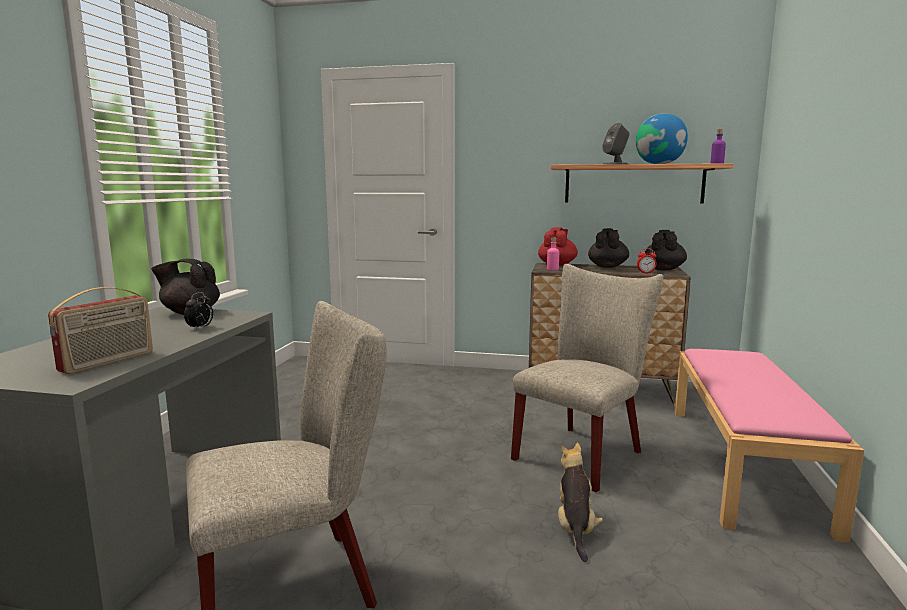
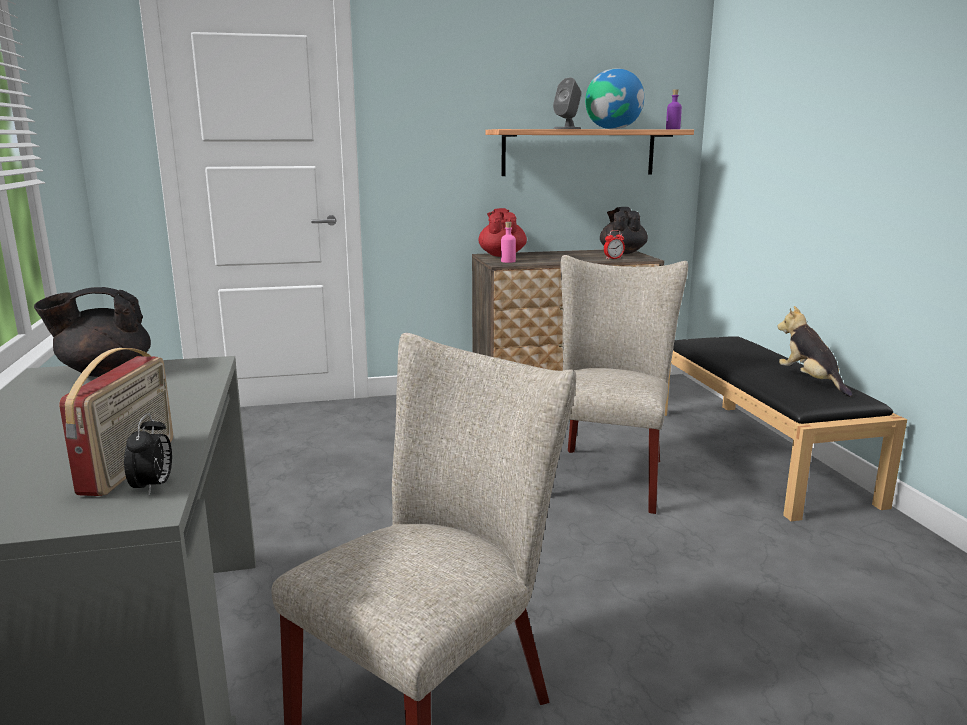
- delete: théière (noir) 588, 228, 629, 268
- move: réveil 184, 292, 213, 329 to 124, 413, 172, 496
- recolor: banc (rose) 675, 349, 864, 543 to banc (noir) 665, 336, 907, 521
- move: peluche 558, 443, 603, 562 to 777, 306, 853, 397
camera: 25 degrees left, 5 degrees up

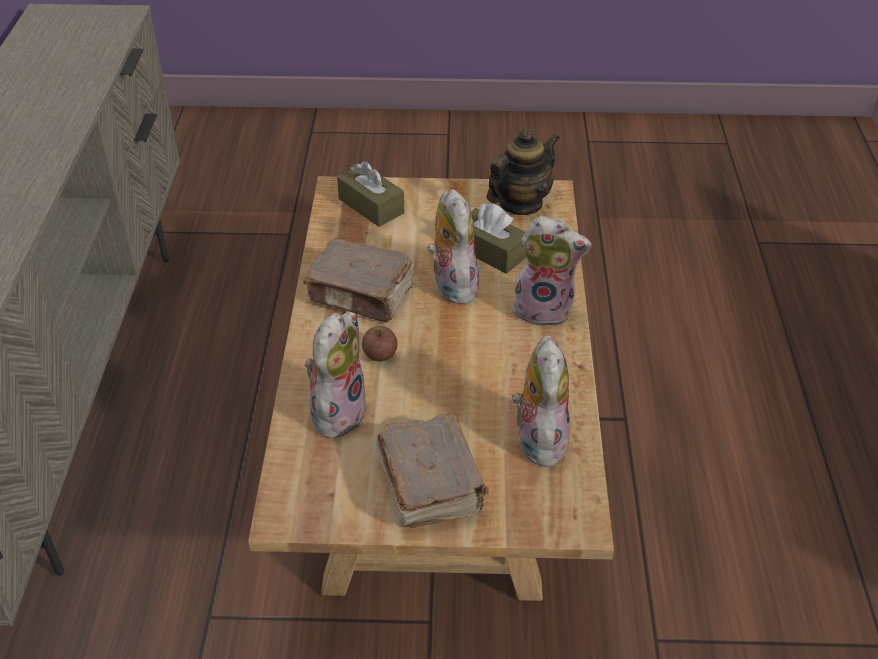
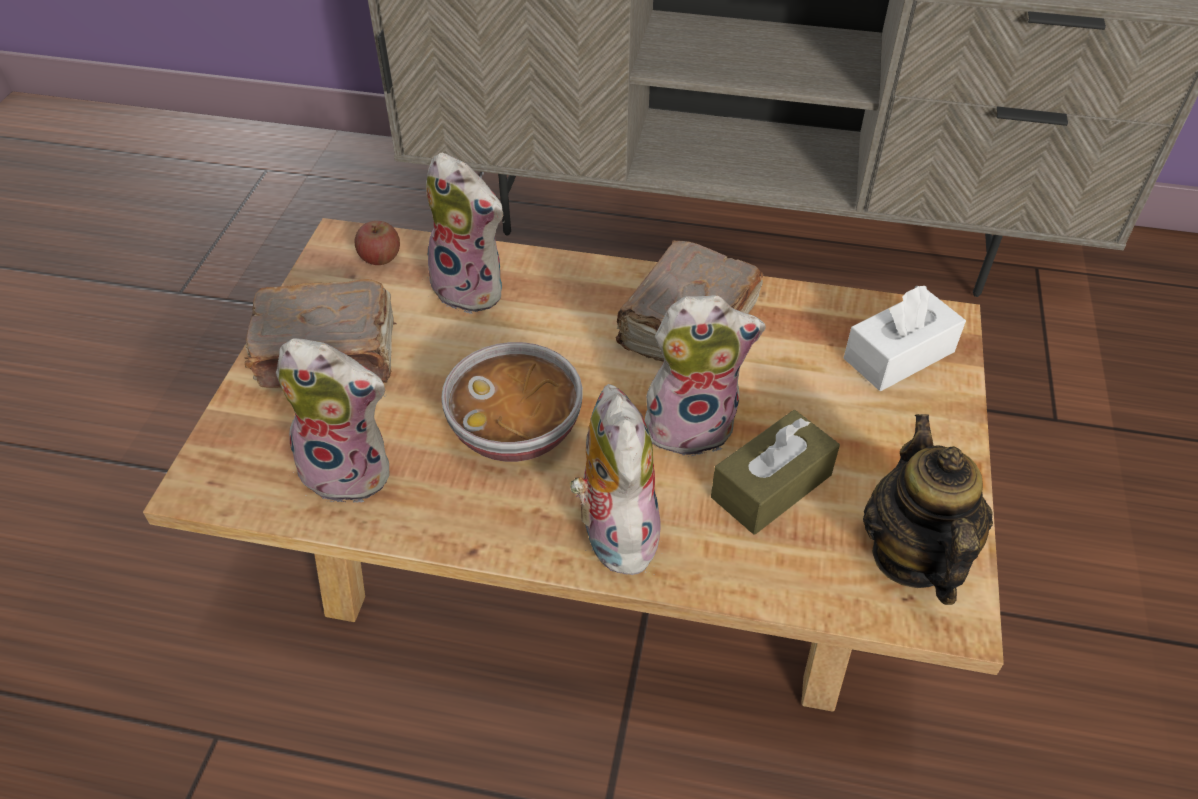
- rotate: théière 487, 129, 560, 215 = 863, 414, 993, 605 150 degrees counterclockwise
- recolor: boîte à mouchoirs (marron) 337, 161, 404, 227 to boîte à mouchoirs (blanc) 844, 286, 966, 391
- rotate: peluche 512, 216, 592, 327 = 569, 384, 662, 575 150 degrees clockwise
- move: pomme 362, 326, 398, 362 to 355, 221, 400, 265
- insert: bol 441, 342, 583, 462
camera: 100 degrees right, 5 degrees up

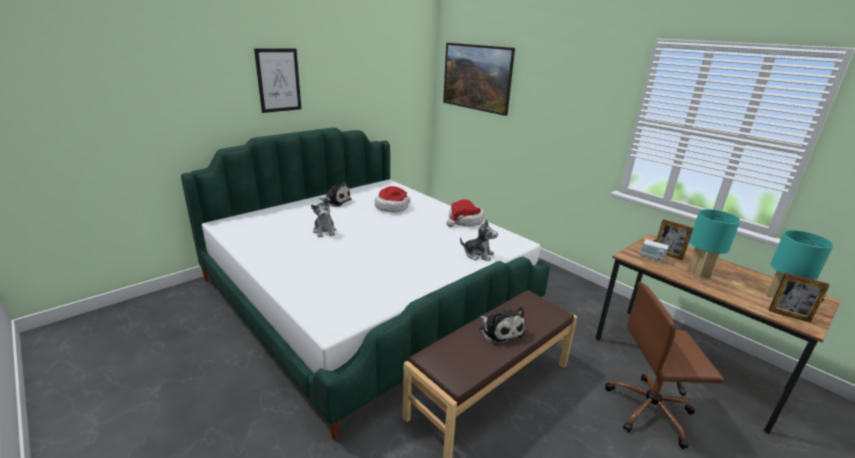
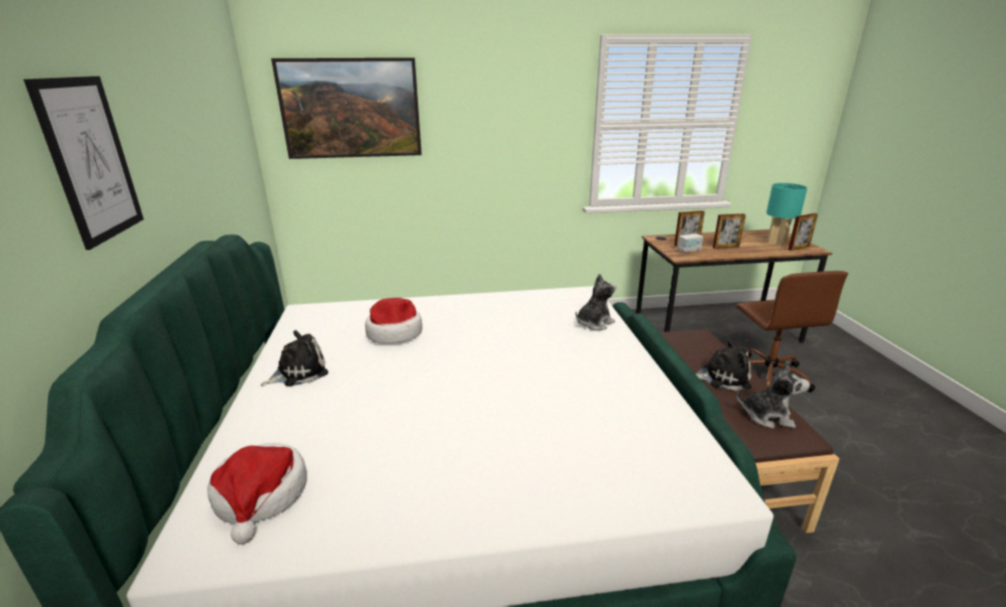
- move: peluche 311, 199, 336, 237 to 736, 361, 810, 429
- move: chapeau 447, 199, 484, 227 to 207, 443, 307, 544
- replace: lampe de table (turquoise) 687, 209, 740, 279 to cadre photo 713, 214, 746, 249
- rotate: chaise de bureau (marron) 605, 282, 724, 449 = 736, 271, 848, 392 45 degrees counterclockwise
camera: 55 degrees left, 0 degrees up

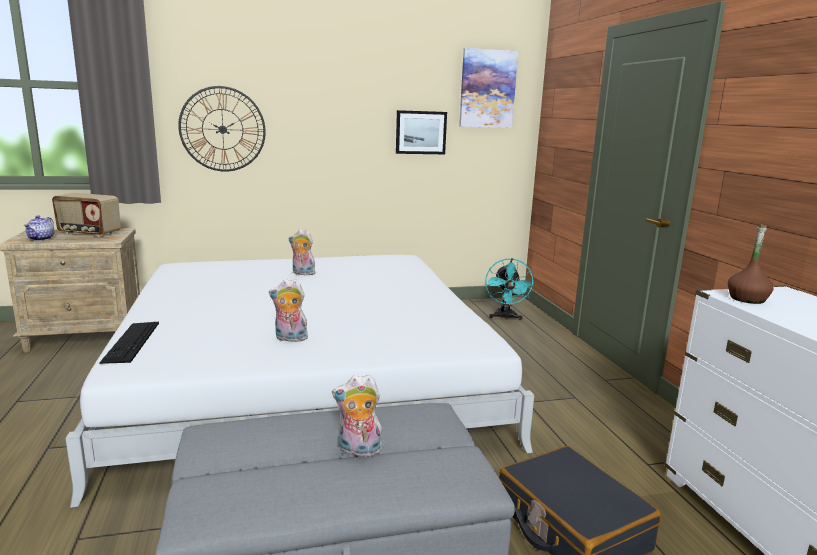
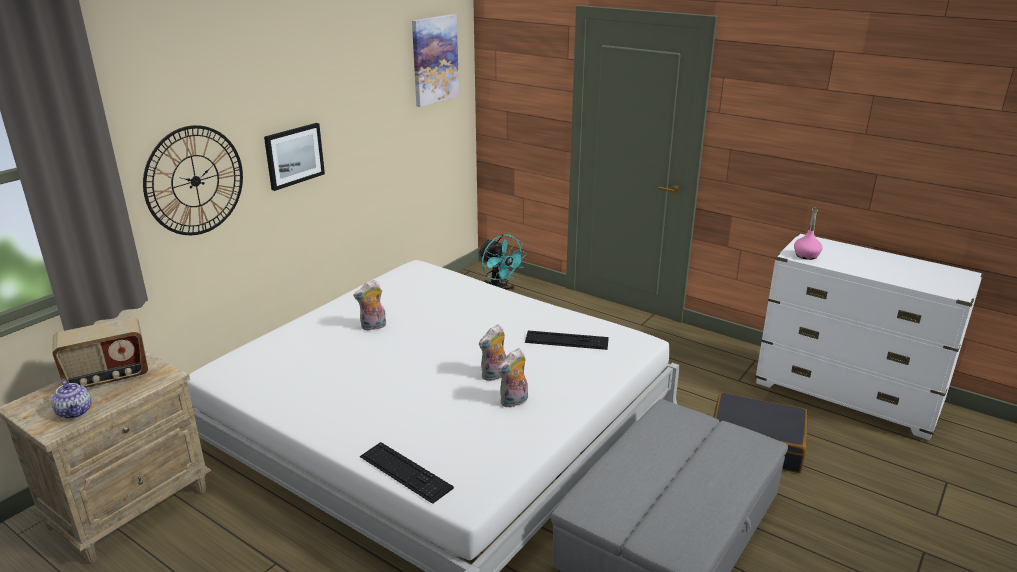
- move: tableau 396, 110, 447, 154 to 264, 123, 325, 191
- recolor: bouteille (marron) 728, 224, 774, 304 to bouteille (rose) 794, 207, 822, 260
- move: peluche 332, 375, 382, 457 to 479, 324, 507, 381
- insert: clavier 525, 331, 609, 350
camera: 40 degrees left, 10 degrees up

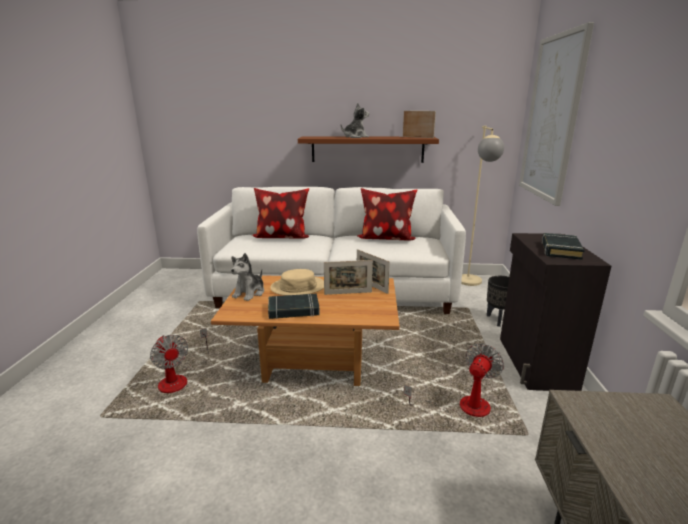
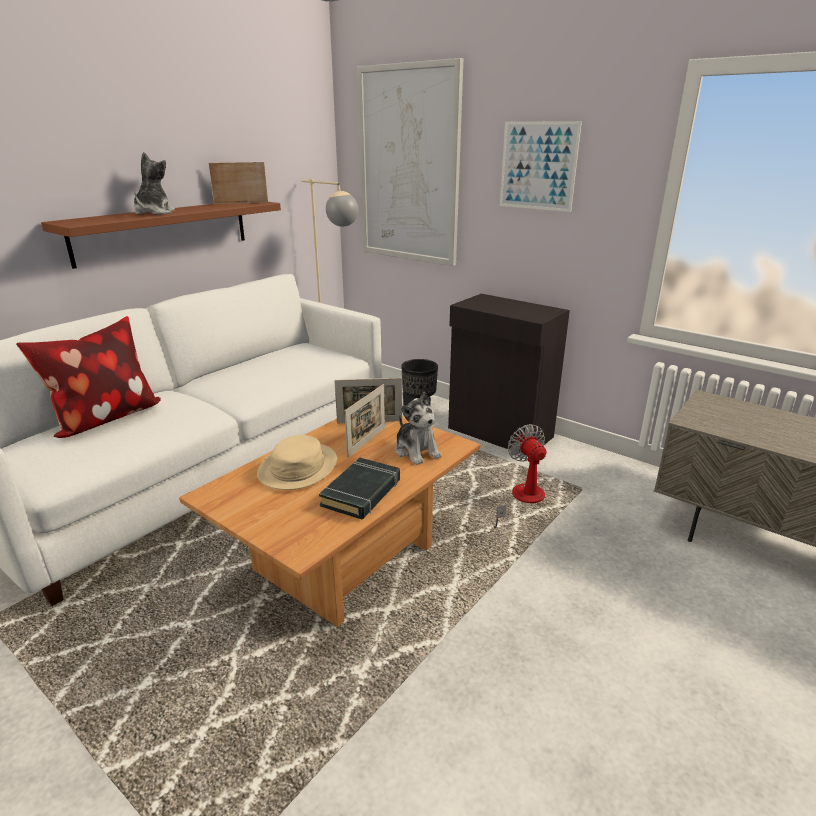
- delete: coussin 358, 188, 417, 240
- delete: livre (noir) 542, 233, 585, 260
- move: peluche 231, 253, 264, 301 to 395, 392, 442, 465
- delete: ventilateur 150, 328, 209, 393
- insert: tableau 500, 121, 582, 212
camera: 55 degrees left, 5 degrees up

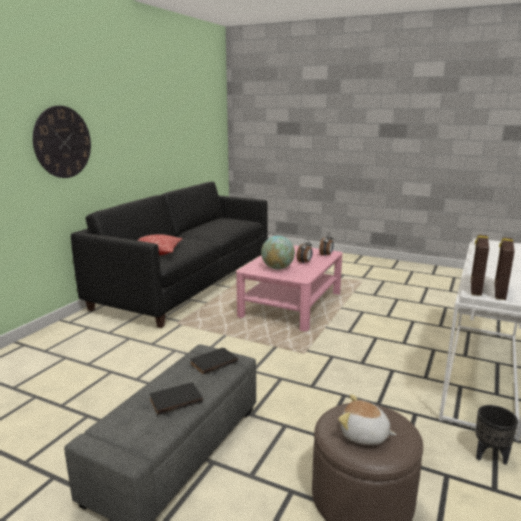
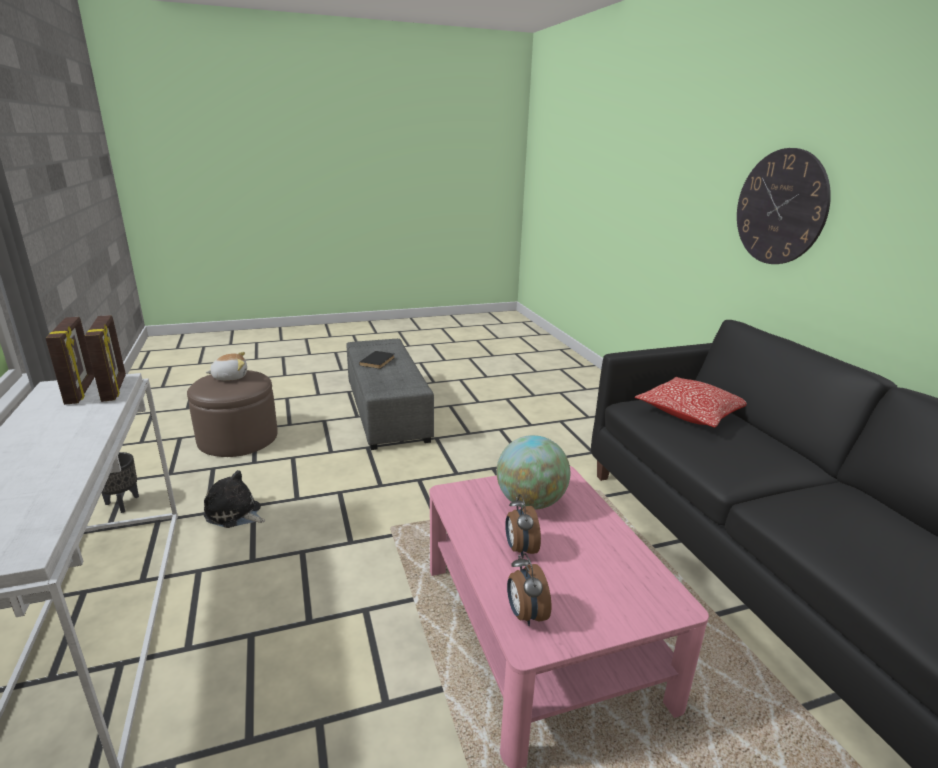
- delete: livre (noir) 190, 348, 238, 375
- insert: peluche 204, 470, 265, 528
camera: 135 degrees right, 5 degrees up

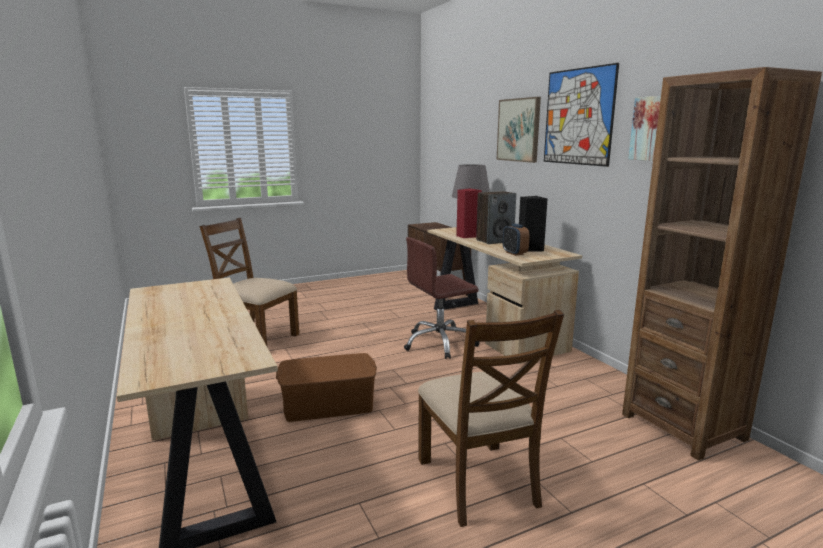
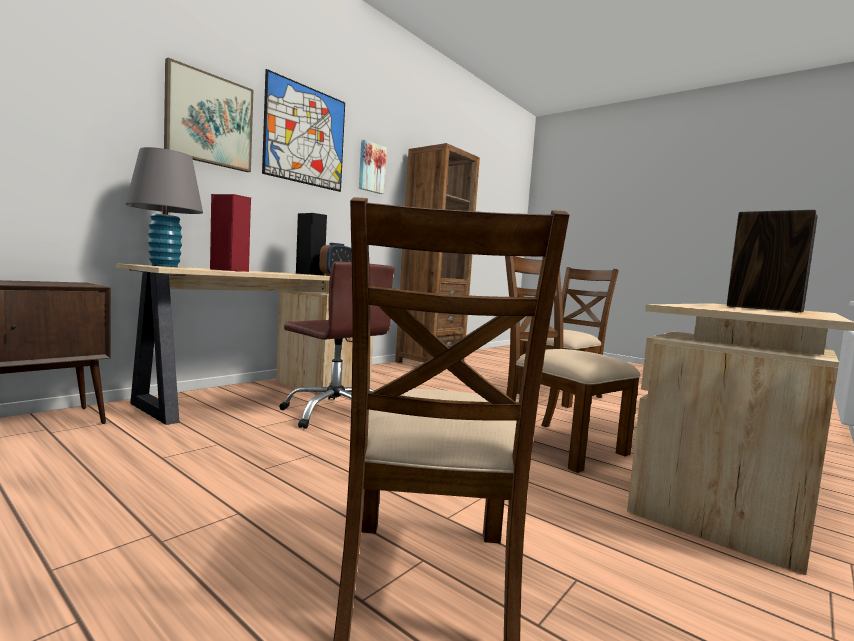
- move: enceinte 476, 191, 516, 244 to 727, 210, 817, 313
- replace: boîte de rangement (marron) 276, 353, 377, 422 to chaise (marron) 505, 256, 641, 473
camera: 115 degrees left, 10 degrees down

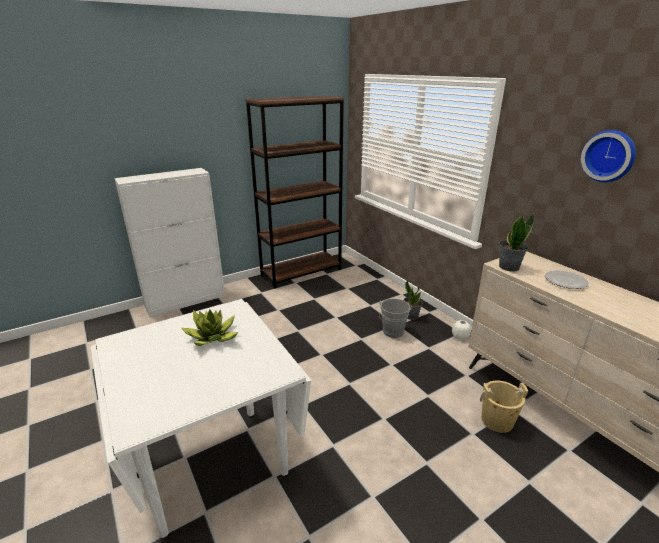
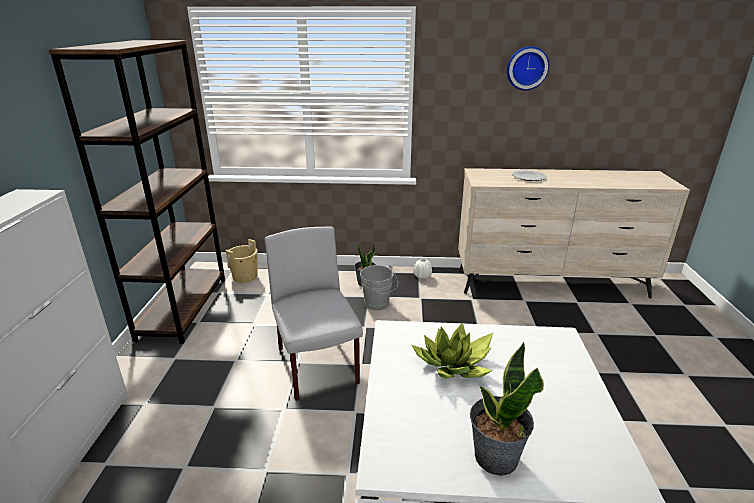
- move: plante en pot 499, 214, 534, 271 to 470, 341, 544, 476
- move: seau (beige) 480, 381, 528, 433 to 225, 239, 257, 283
- insert: chaise (gris) 265, 227, 363, 401
camera: 55 degrees left, 0 degrees up

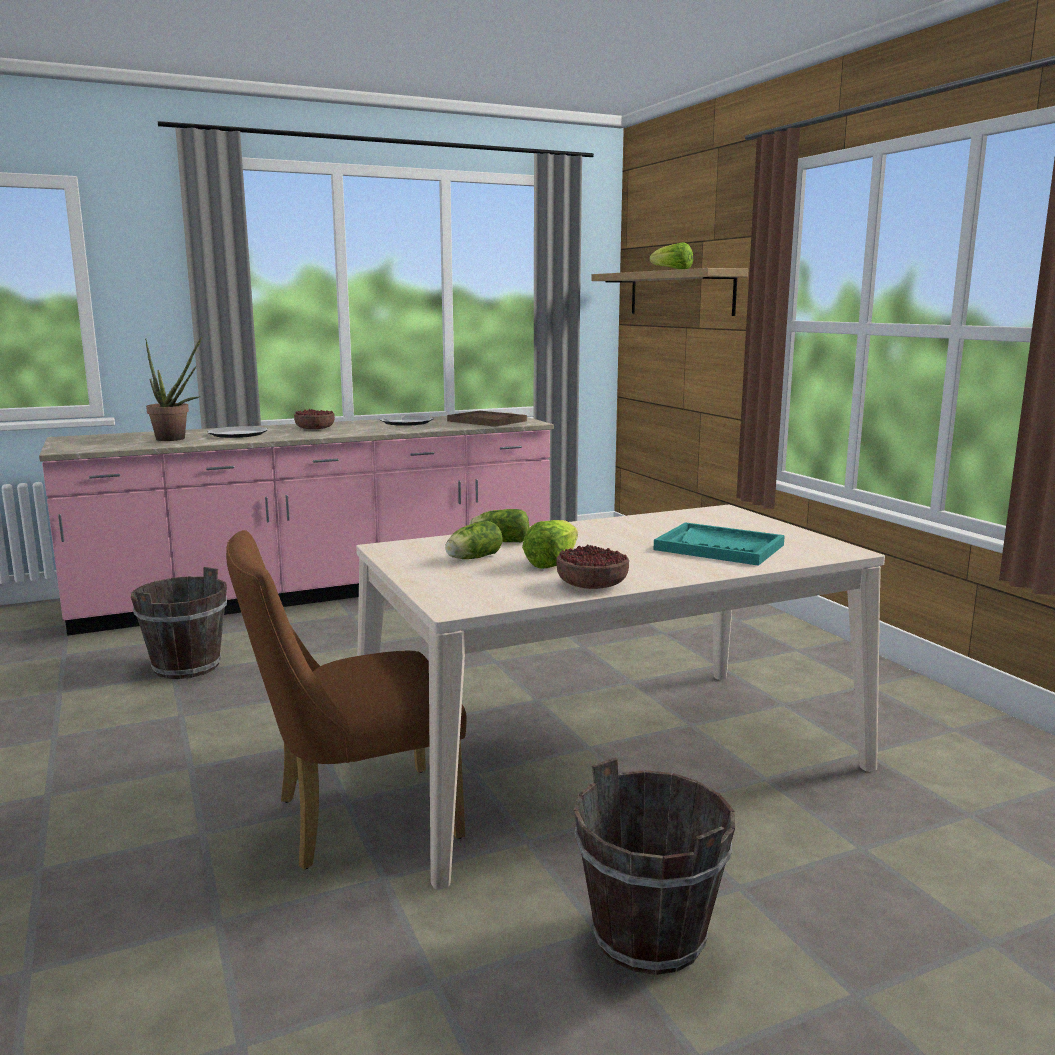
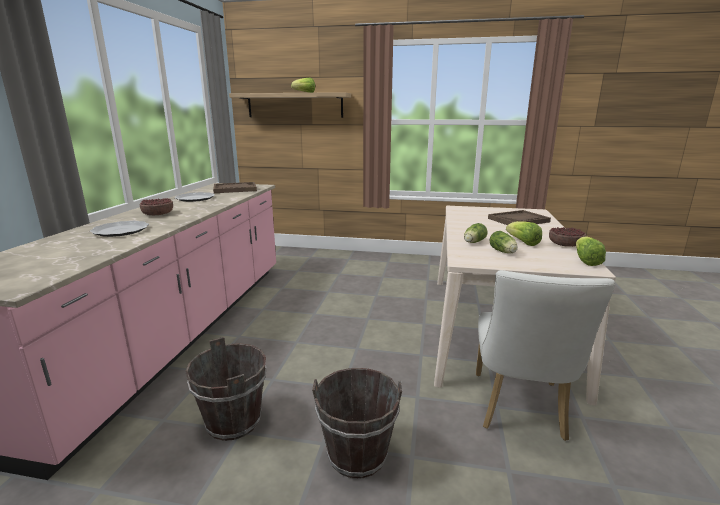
- delete: plante en pot 145, 337, 202, 441
- recolor: plateau (turquoise) 654, 522, 785, 566 to plateau (marron) 488, 210, 551, 225
- recolor: chaise (marron) 226, 530, 467, 869 to chaise (blanc) 476, 270, 615, 441
- move: seau (marron) 574, 758, 735, 975 to 312, 368, 402, 478
- insert: laitue 576, 236, 606, 266
camera: 55 degrees left, 5 degrees up

